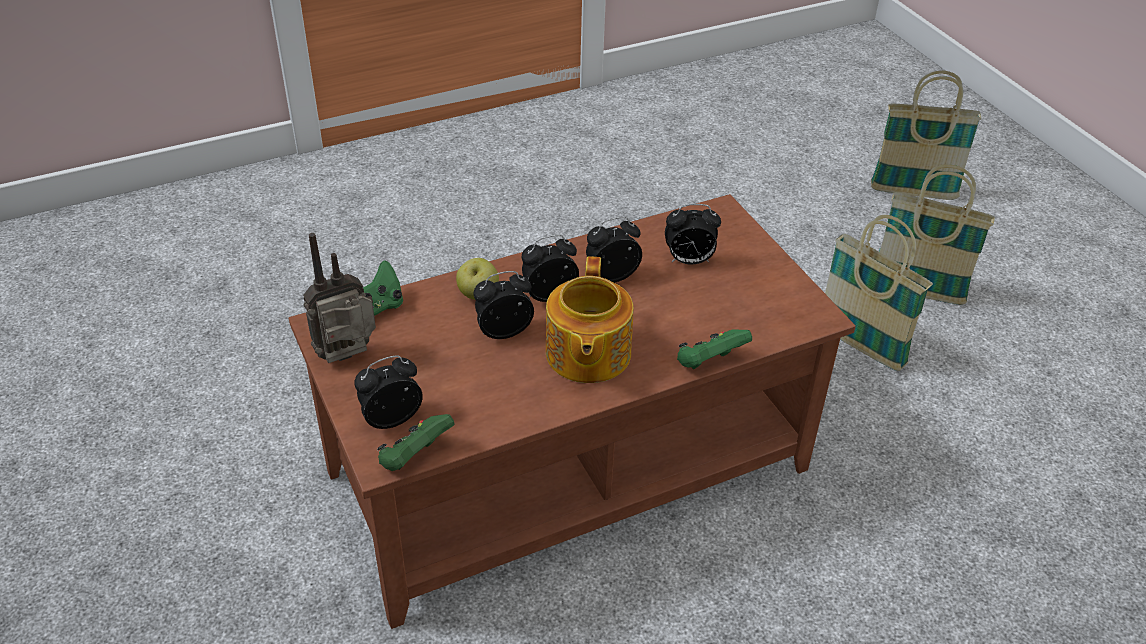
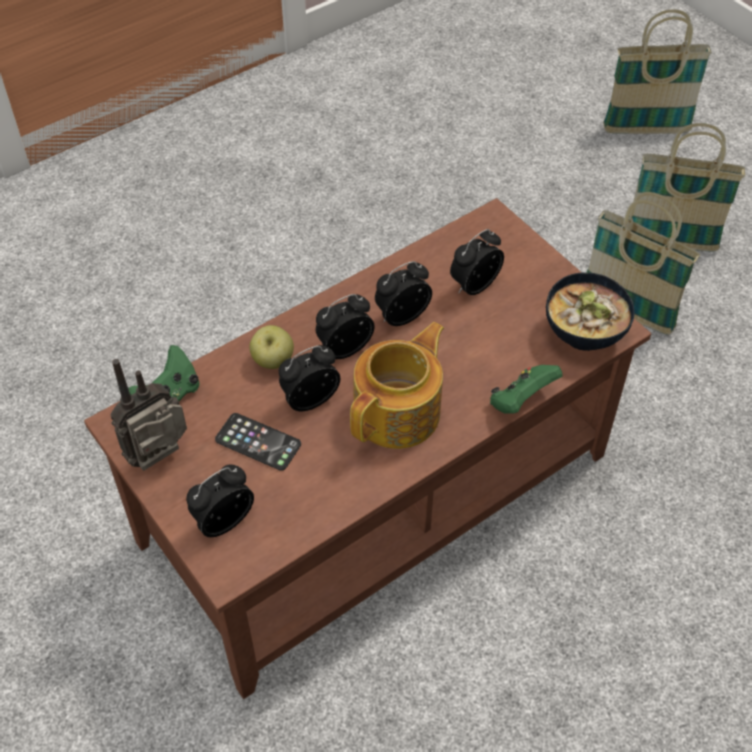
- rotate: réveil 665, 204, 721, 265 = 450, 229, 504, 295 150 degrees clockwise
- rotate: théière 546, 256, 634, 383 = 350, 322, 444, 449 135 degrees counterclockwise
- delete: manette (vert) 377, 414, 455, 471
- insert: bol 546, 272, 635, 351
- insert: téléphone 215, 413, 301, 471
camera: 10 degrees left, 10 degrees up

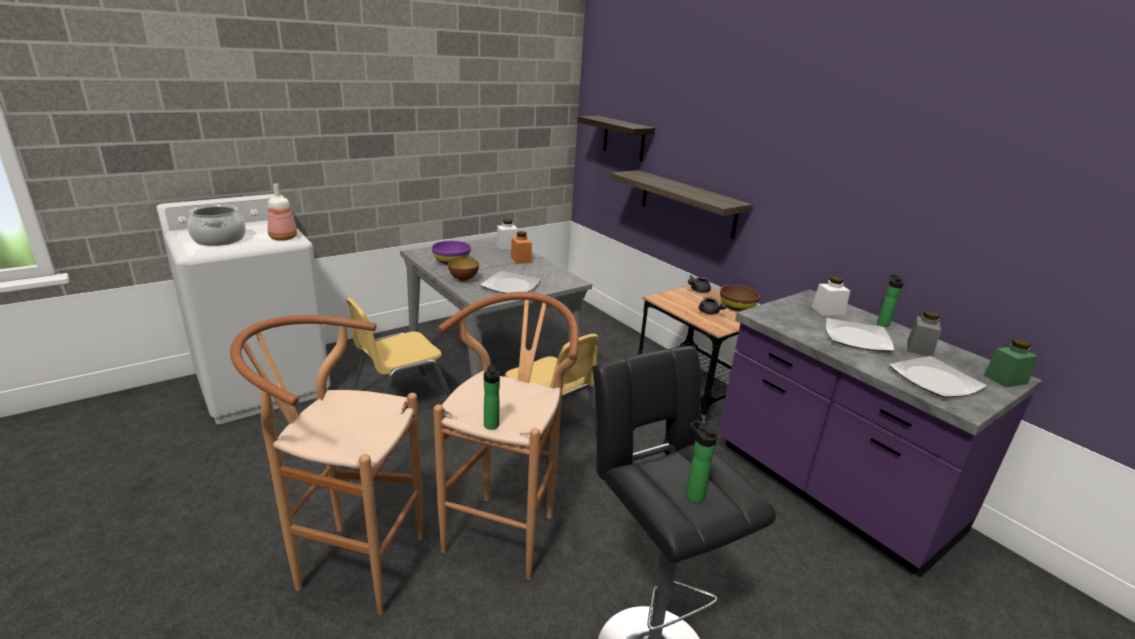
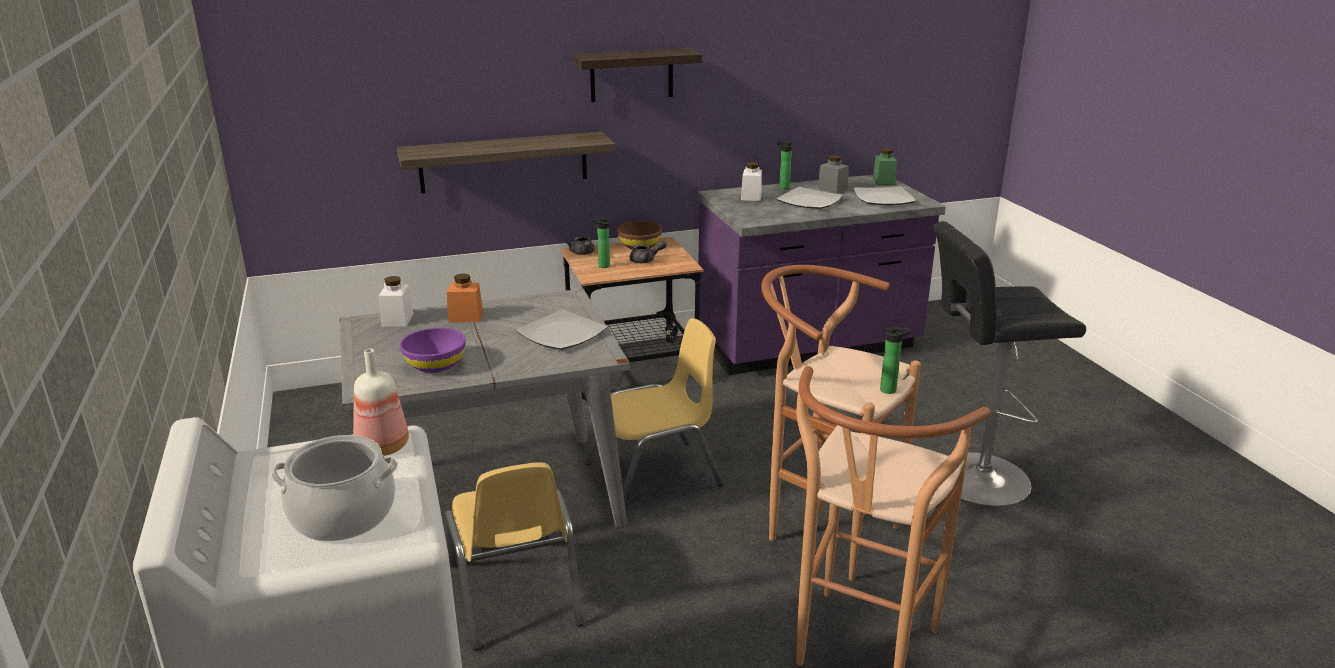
- move: étagère 578, 116, 655, 161 to 572, 48, 703, 102
- delete: bol 448, 258, 479, 282
- move: bouteille 686, 420, 717, 503 to 592, 217, 610, 268
camera: 70 degrees left, 0 degrees up

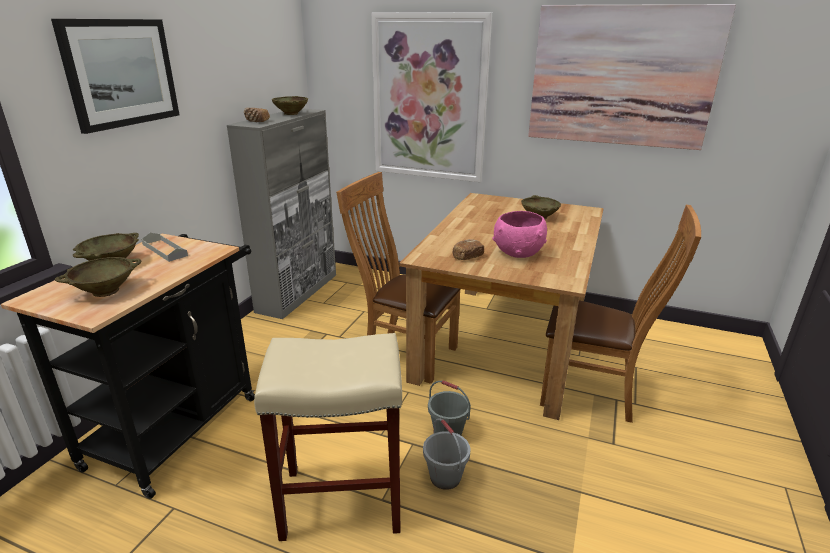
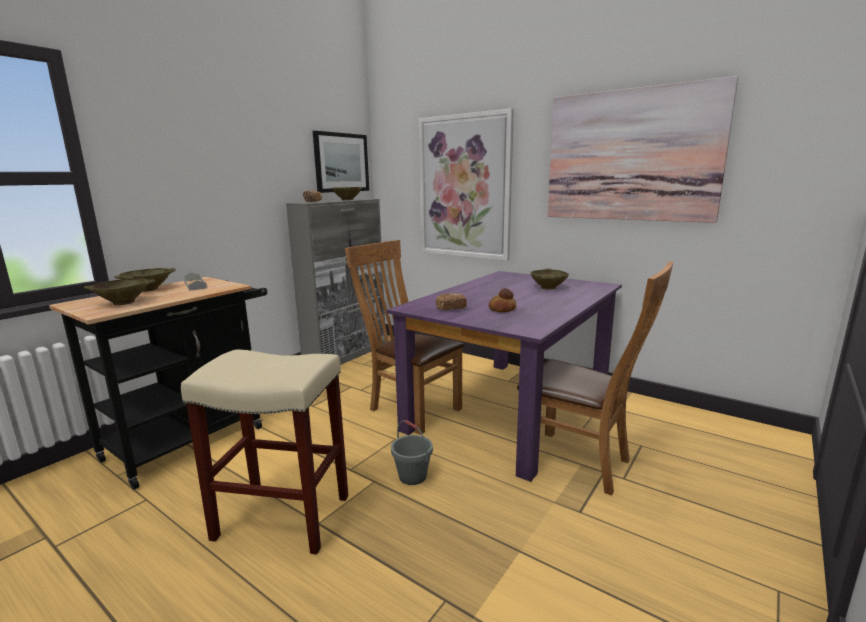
- move: tableau 51, 19, 179, 134 to 313, 131, 369, 193
- recolor: table à manger (marron) 399, 193, 604, 420 to table à manger (violet) 386, 271, 622, 482
- replace: bol (rose) 492, 211, 547, 258 to pain 489, 288, 516, 312
- delete: seau (gris) 423, 419, 471, 490
camera: 15 degrees right, 10 degrees down

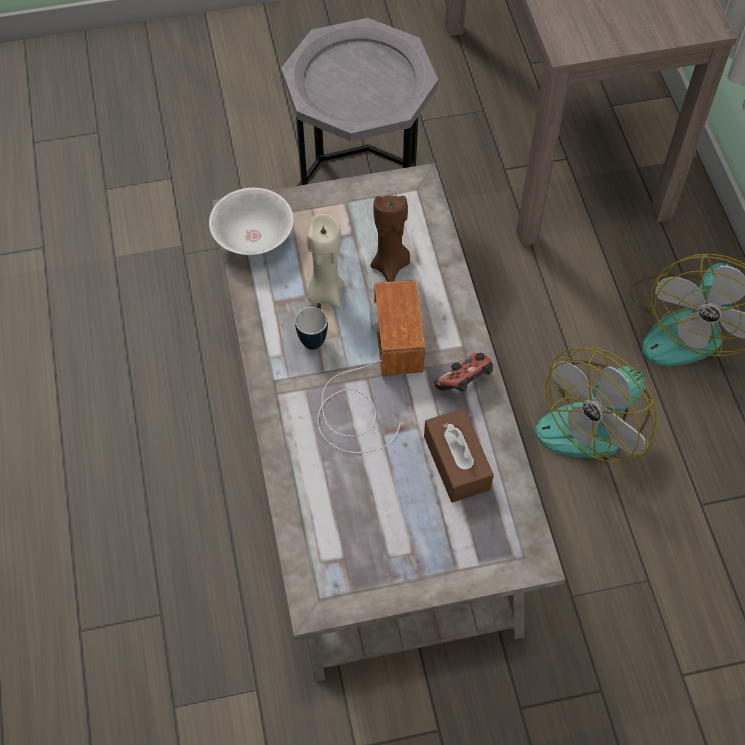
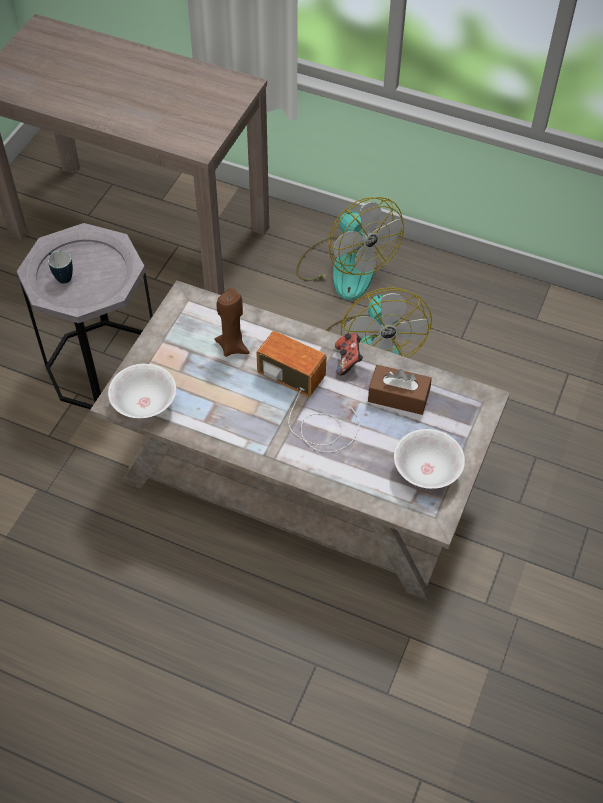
- delete: bougie (beige) 306, 214, 345, 308
- move: mug 295, 303, 328, 350 to 48, 251, 73, 284
- insert: bol (blanc) 394, 429, 465, 489
camera: 55 degrees left, 5 degrees down

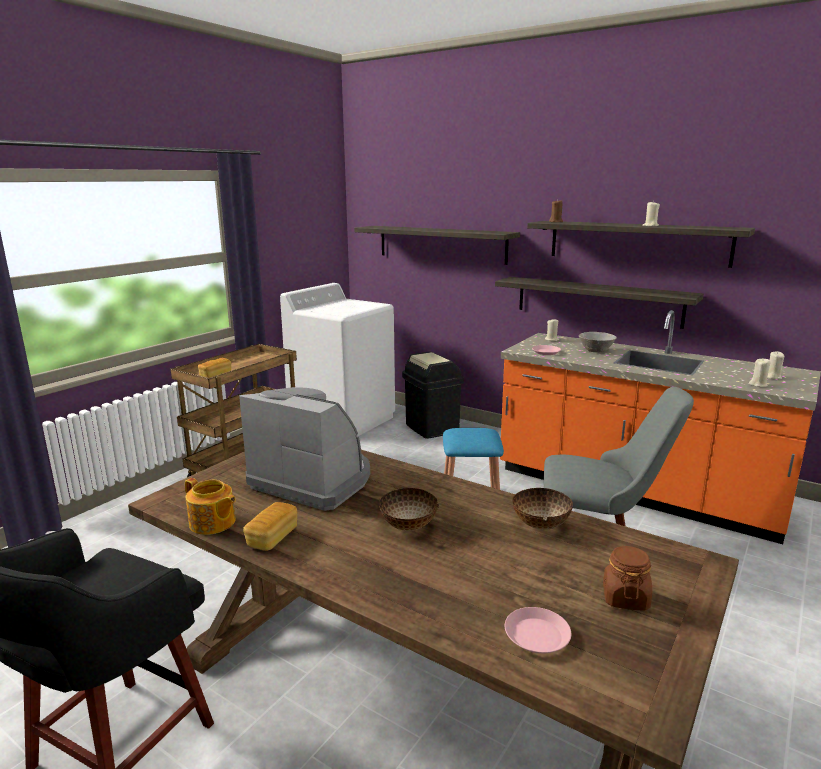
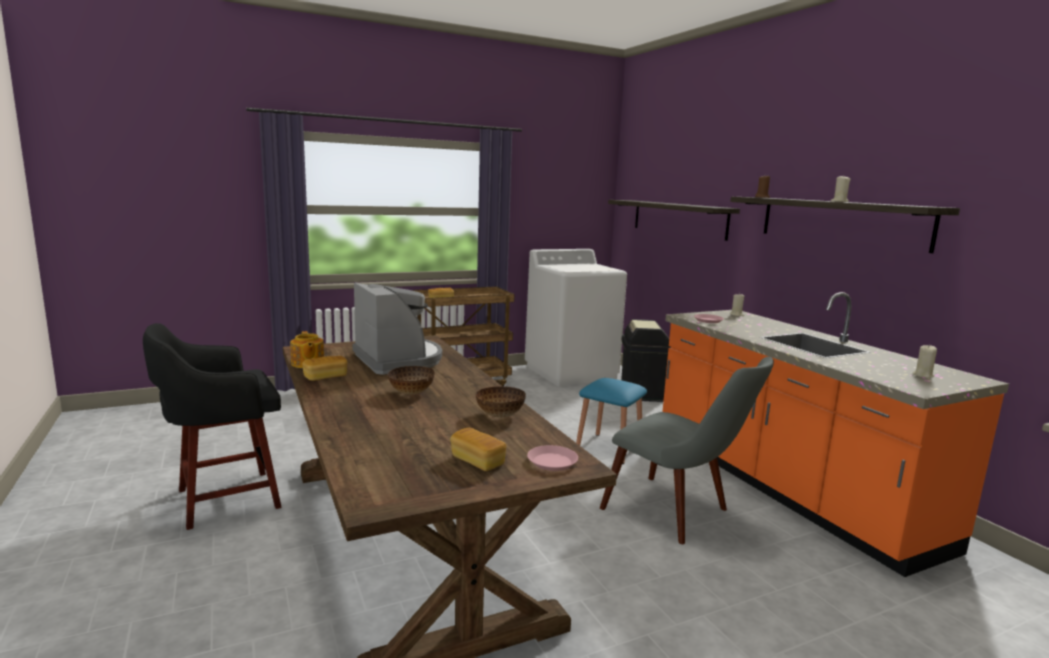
- delete: étagère 495, 277, 704, 329
- delete: bol (gris) 579, 332, 617, 352
- delete: bougie (beige) 749, 358, 771, 387
- replace: bocal (marron) 603, 546, 652, 611 to pain 450, 428, 506, 471
- move: assiette (rose) 505, 607, 571, 654 to 527, 445, 578, 471
camera: 30 degrees right, 5 degrees down

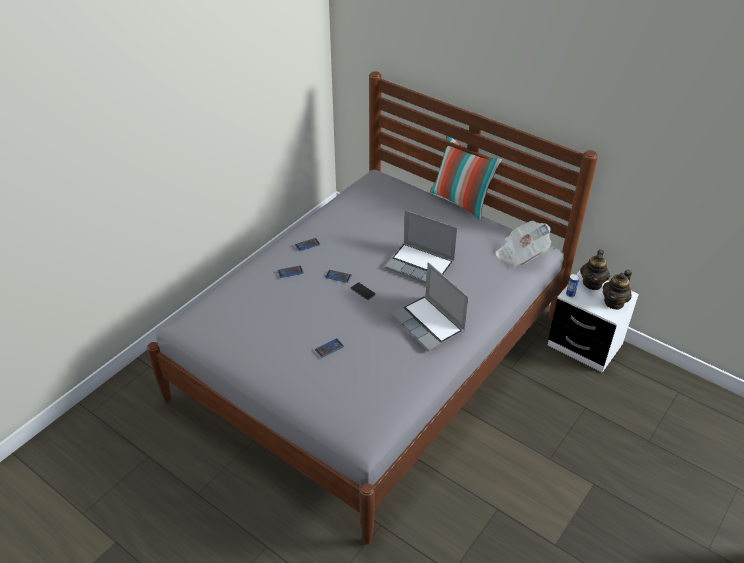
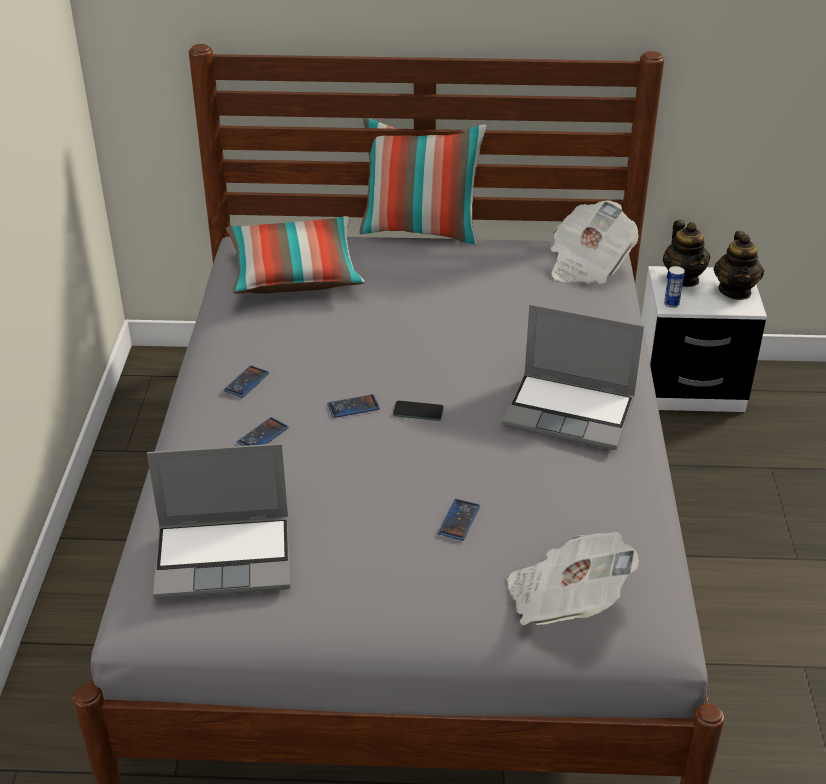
- move: ordinateur portable 385, 210, 457, 283 to 147, 443, 290, 599
- insert: coussin 226, 216, 365, 294
- insert: journal 507, 532, 639, 625
camera: 35 degrees left, 5 degrees down

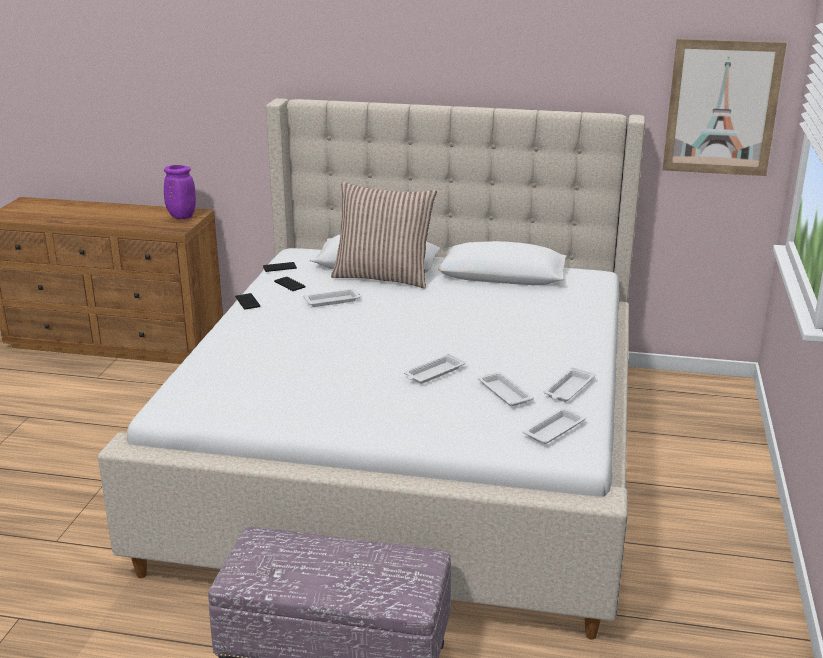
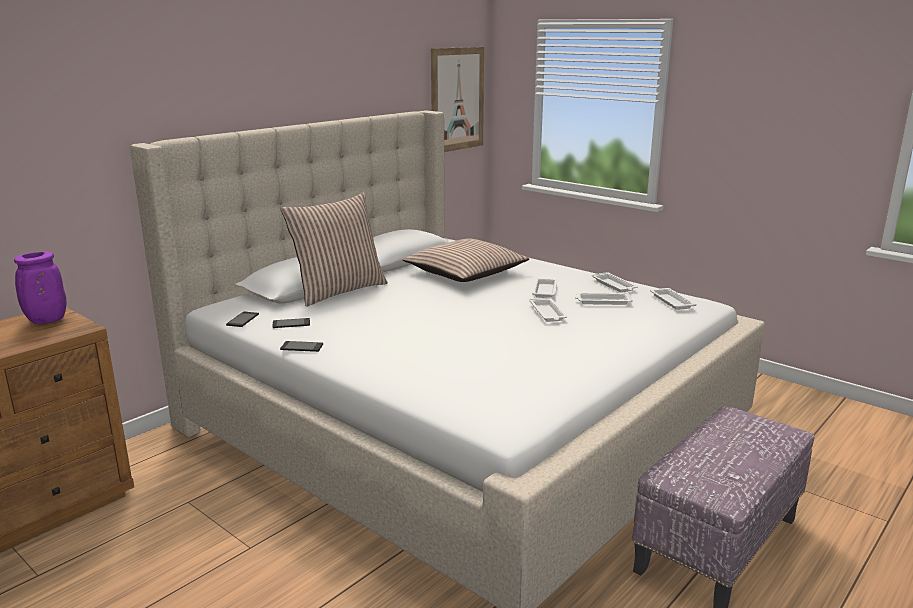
- move: plateau (blanc) 303, 289, 360, 307 to 532, 278, 558, 298
- insert: coussin 402, 238, 530, 282
camera: 60 degrees left, 5 degrees down

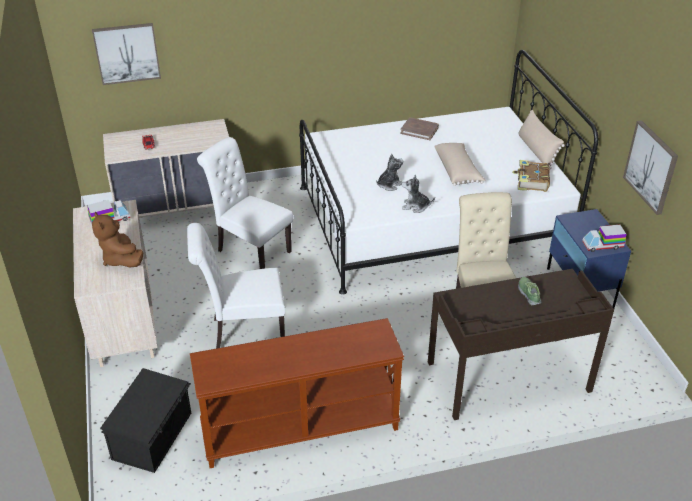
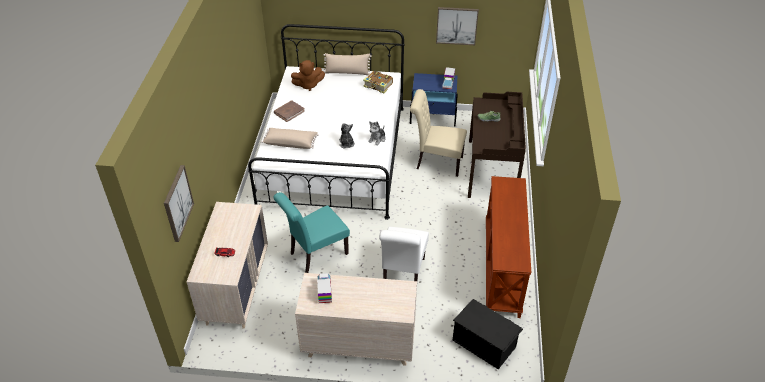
- recolor: chaise (blanc) 197, 137, 293, 269 to chaise (turquoise) 273, 192, 350, 273
- move: coussin (beige) 434, 143, 485, 186 to 261, 128, 319, 149
- move: peluche (marron) 92, 212, 143, 268 to 291, 60, 325, 91
camera: 70 degrees left, 5 degrees up

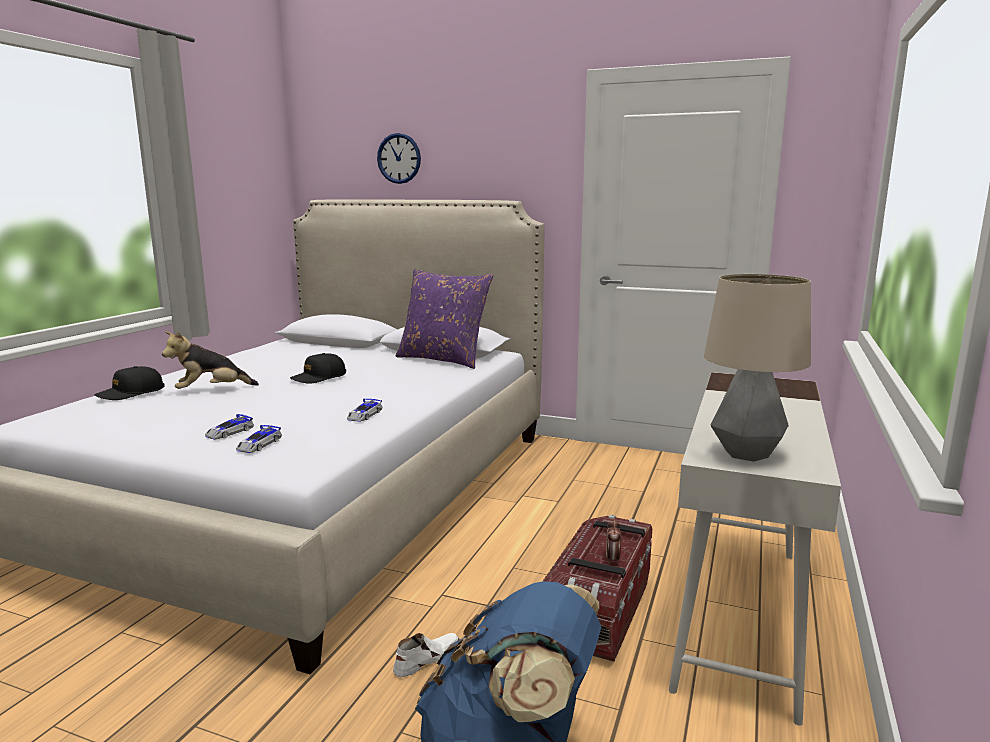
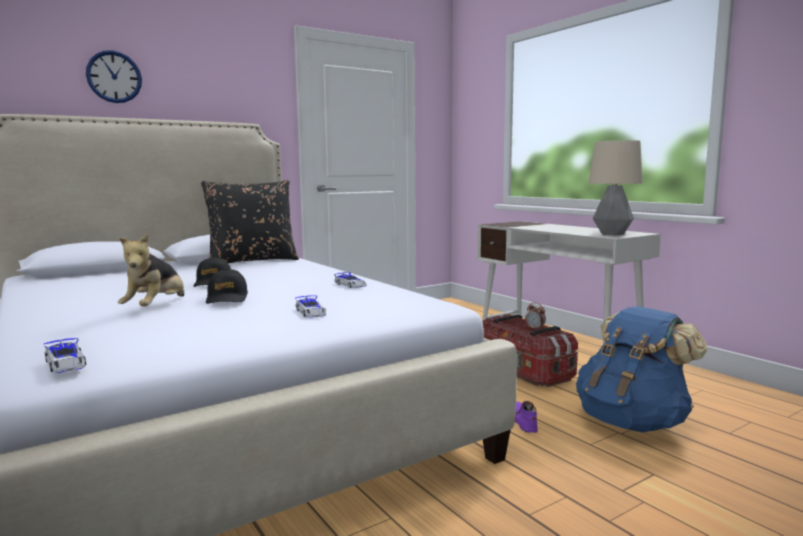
- recolor: coussin (violet) 396, 269, 493, 369 to coussin (noir) 201, 180, 299, 263
- move: casquette (noir) 95, 366, 165, 400 to 206, 269, 248, 304
- move: petite voiture 236, 425, 282, 453 to 43, 338, 86, 373
- recolor: chaussure (blanc) 393, 633, 460, 677 to chaussure (violet) 515, 401, 538, 433
camera: 55 degrees left, 5 degrees down

